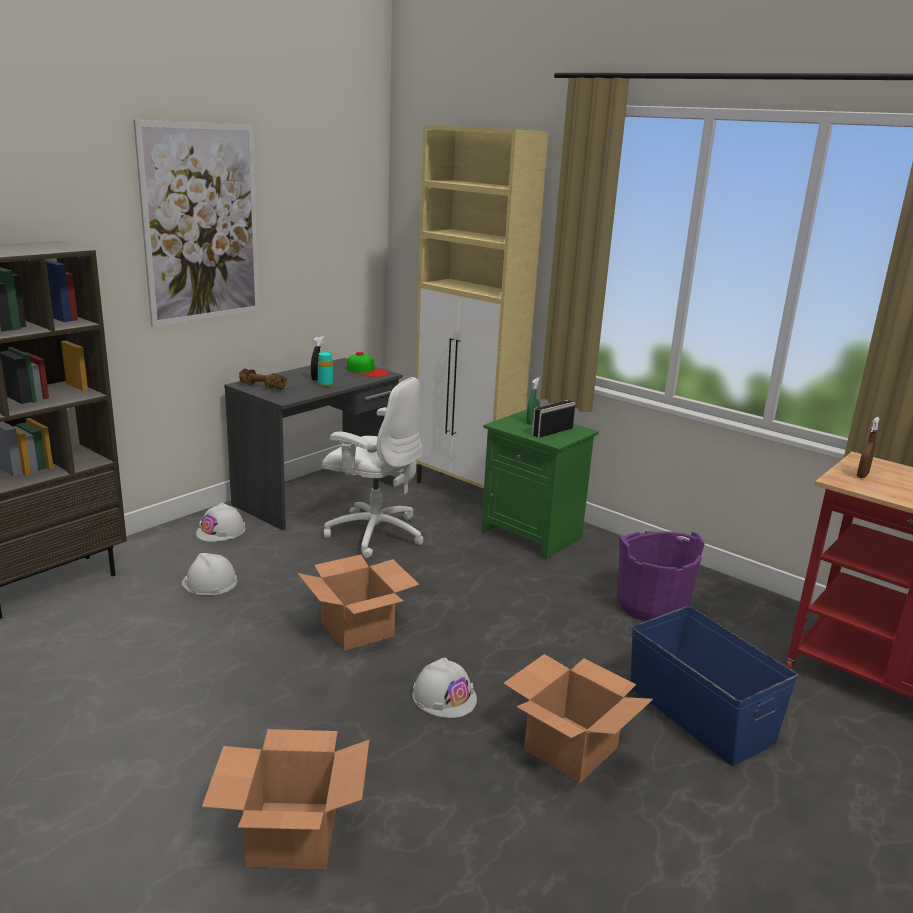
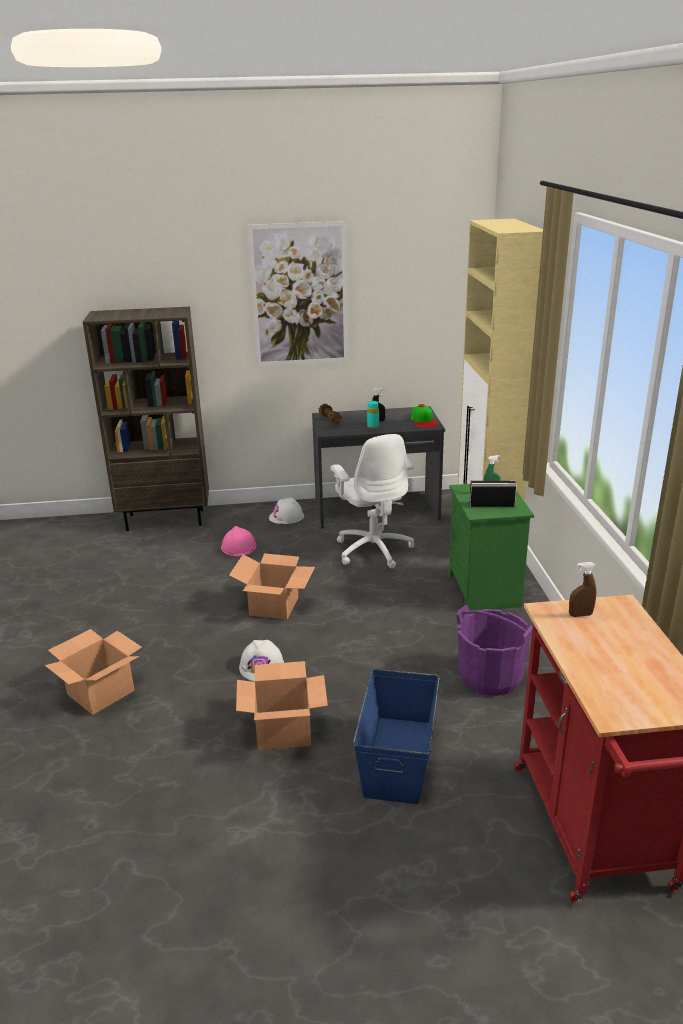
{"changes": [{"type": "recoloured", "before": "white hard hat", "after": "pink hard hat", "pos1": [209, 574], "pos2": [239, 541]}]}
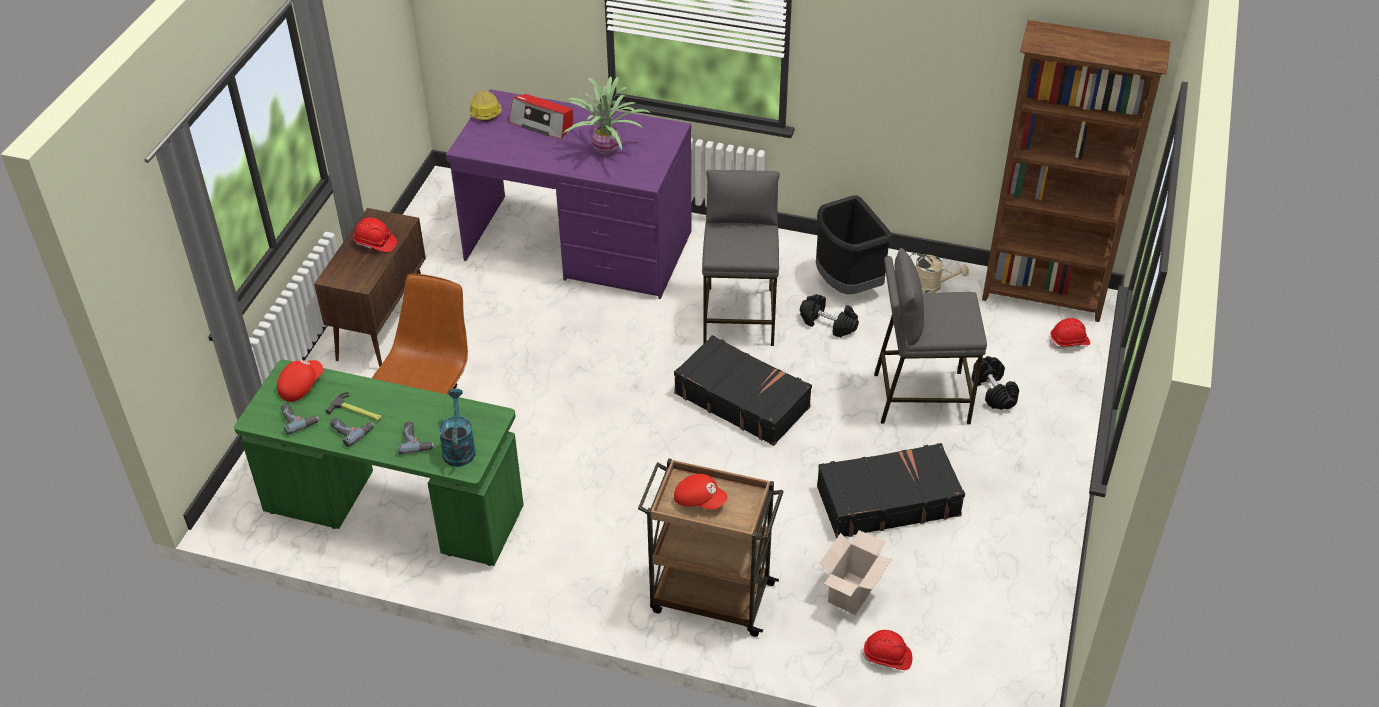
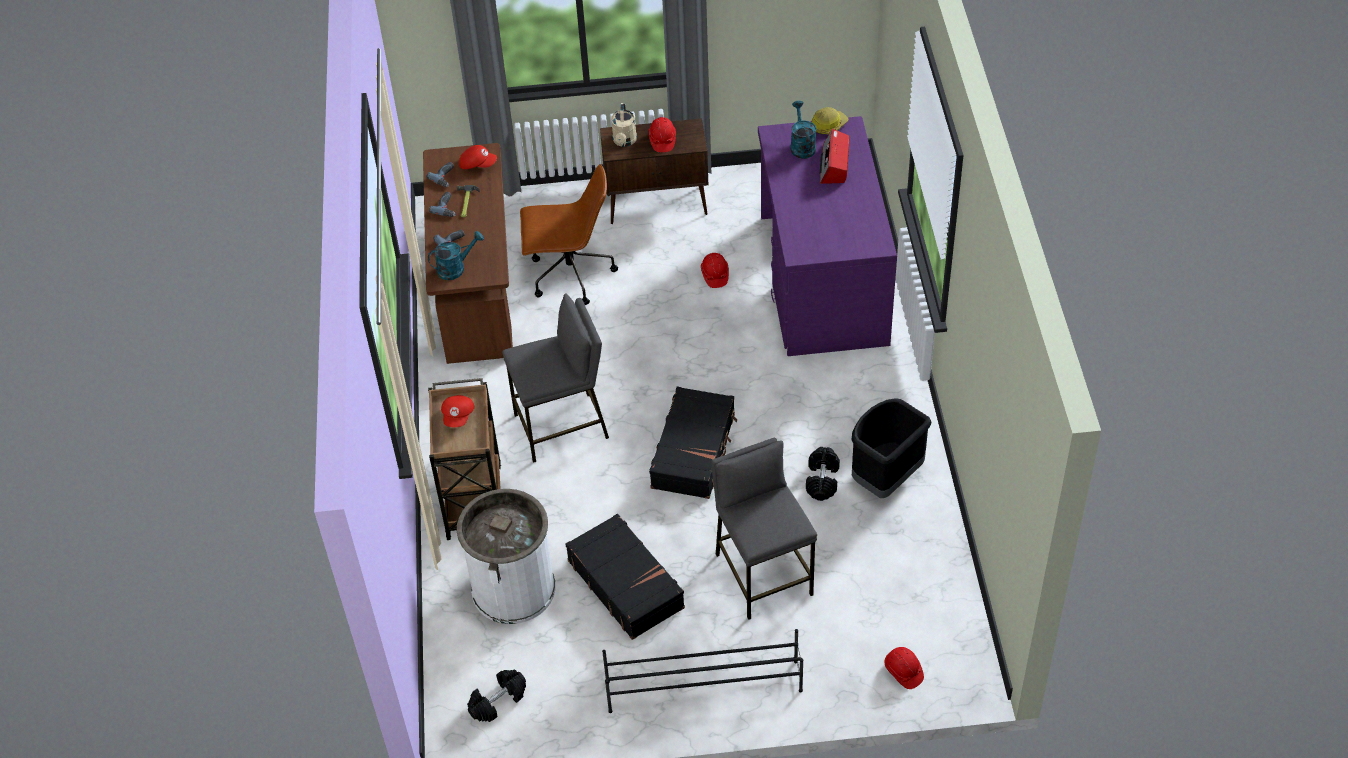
{"changes": [{"type": "recoloured", "before": "green desk", "after": "brown desk", "pos1": [379, 463], "pos2": [468, 253]}, {"type": "replaced", "before": "cardboard box", "after": "white trash can", "pos1": [856, 572], "pos2": [506, 556]}, {"type": "moved", "before": "black dumbbell", "pos1": [995, 383], "pos2": [496, 696]}, {"type": "moved", "before": "grey stool", "pos1": [741, 258], "pos2": [555, 378]}, {"type": "added", "after": "black shoe rack", "pos2": [702, 671]}, {"type": "moved", "before": "beige watering can", "pos1": [939, 273], "pos2": [624, 125]}, {"type": "moved", "before": "red hard hat", "pos1": [887, 650], "pos2": [715, 270]}, {"type": "added", "after": "turquoise watering can", "pos2": [803, 130]}, {"type": "removed", "before": "potted plant", "pos1": [607, 115]}, {"type": "removed", "before": "brown bookcase", "pos1": [1076, 171]}]}
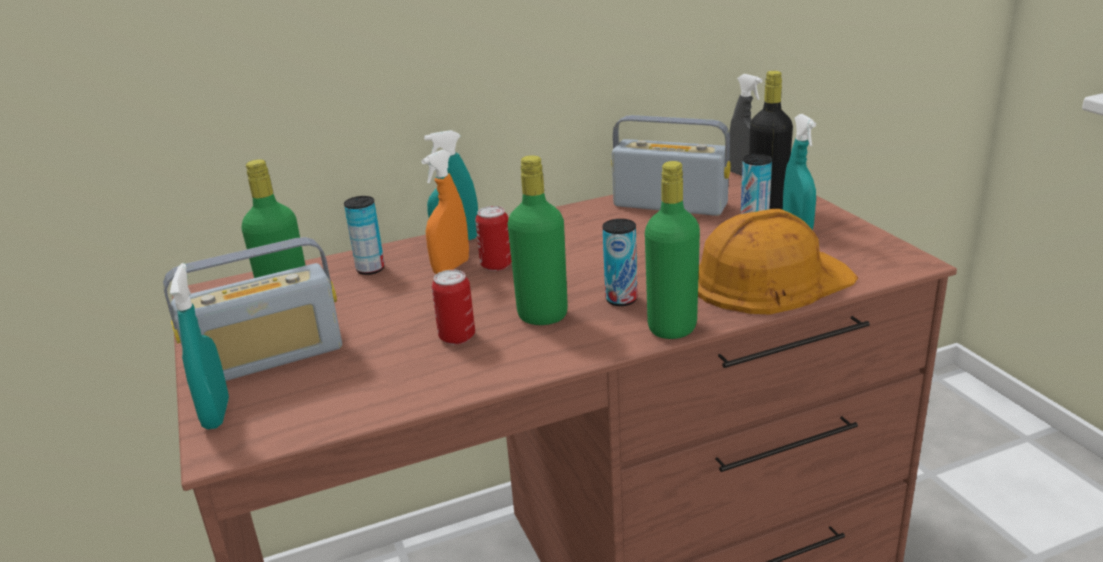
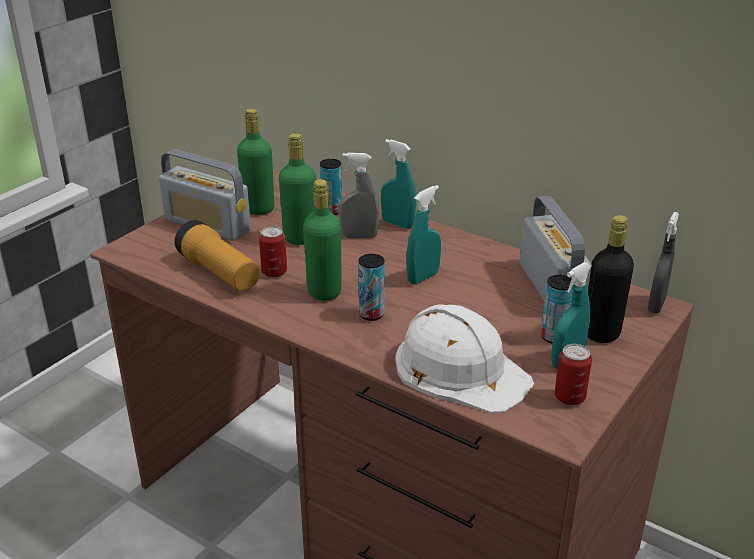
{"changes": [{"type": "added", "after": "flashlight", "pos2": [217, 255]}, {"type": "moved", "before": "green bottle", "pos1": [672, 250], "pos2": [297, 189]}, {"type": "recoloured", "before": "orange spray bottle", "after": "grey spray bottle", "pos1": [445, 212], "pos2": [359, 195]}, {"type": "recoloured", "before": "orange hard hat", "after": "white hard hat", "pos1": [778, 261], "pos2": [464, 359]}, {"type": "moved", "before": "turquoise spray bottle", "pos1": [199, 346], "pos2": [423, 234]}, {"type": "moved", "before": "can", "pos1": [493, 238], "pos2": [573, 375]}]}
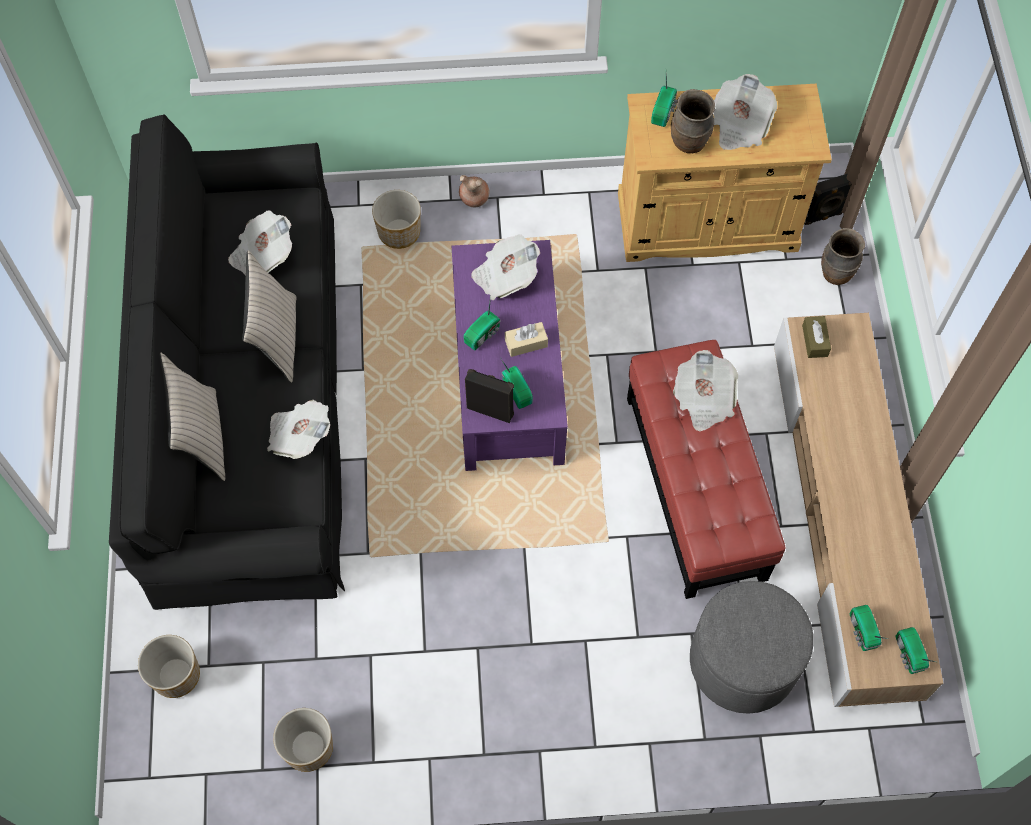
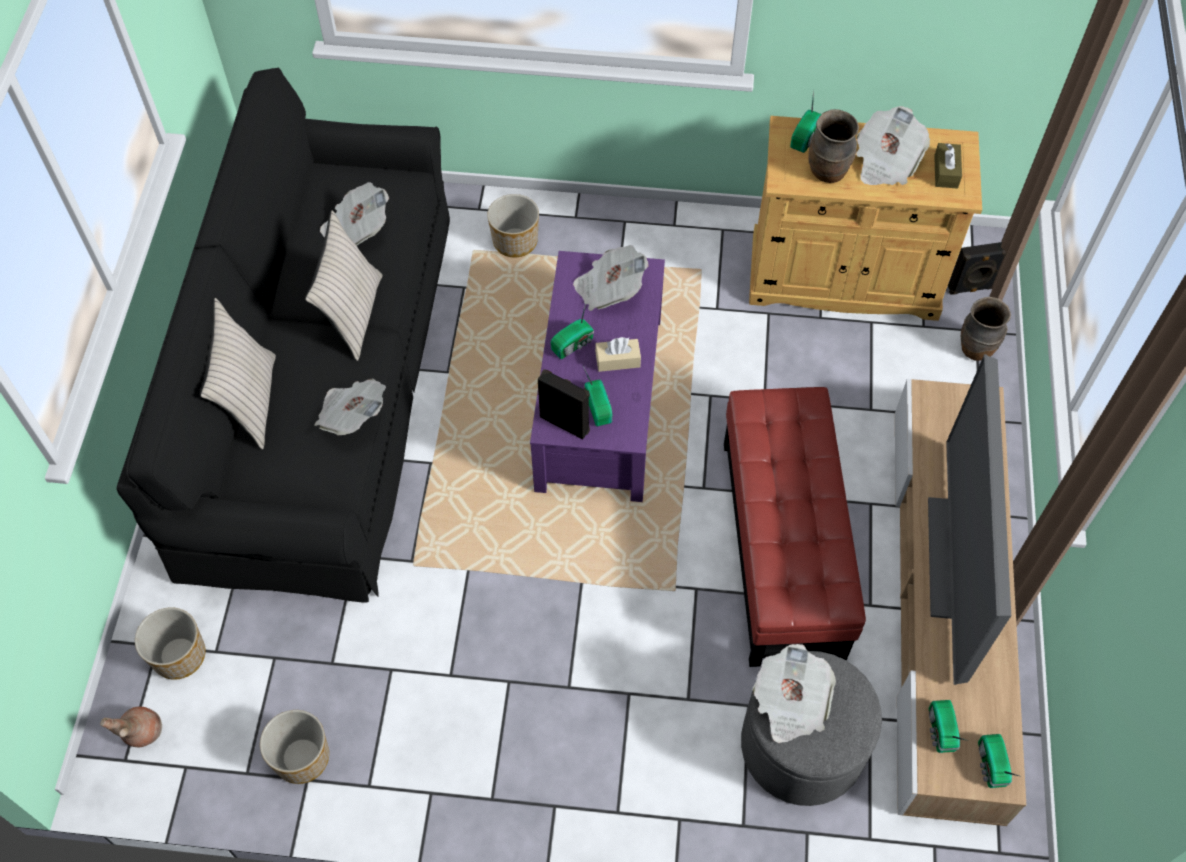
{"changes": [{"type": "moved", "before": "brown vase", "pos1": [474, 191], "pos2": [131, 727]}, {"type": "moved", "before": "newspaper", "pos1": [705, 391], "pos2": [794, 693]}, {"type": "added", "after": "television", "pos2": [969, 519]}, {"type": "moved", "before": "brown tissue box", "pos1": [816, 337], "pos2": [948, 166]}]}
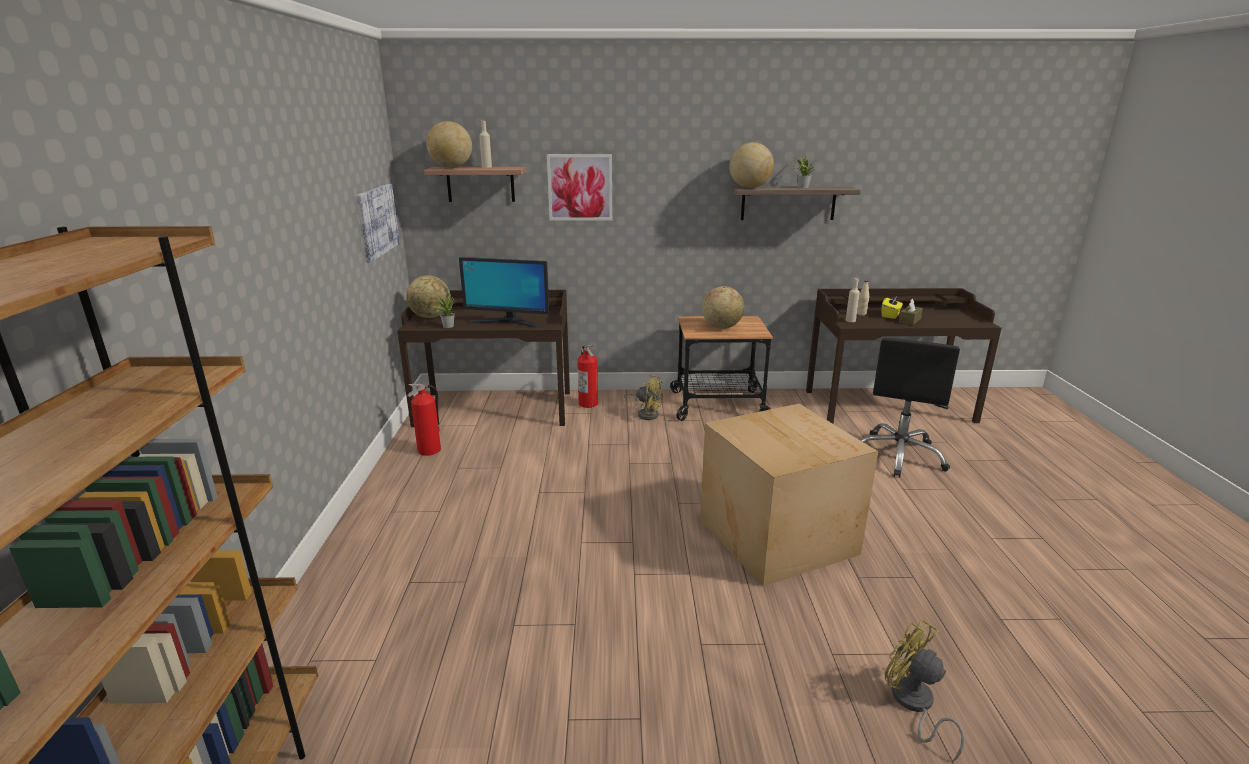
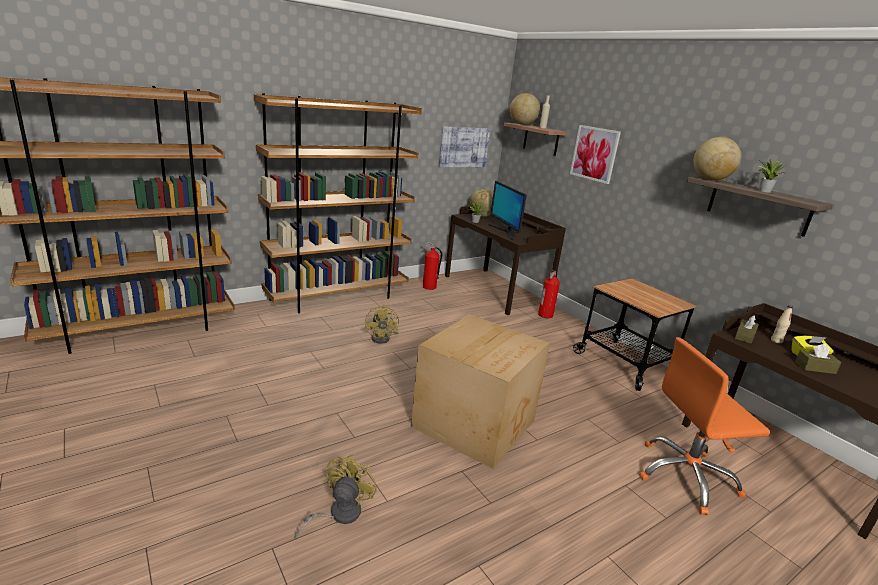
{"changes": [{"type": "added", "after": "brown bookcase", "pos2": [338, 203]}, {"type": "moved", "before": "yellow fan", "pos1": [643, 397], "pos2": [382, 324]}, {"type": "recoloured", "before": "black office chair", "after": "orange office chair", "pos1": [910, 408], "pos2": [704, 426]}, {"type": "replaced", "before": "beige bottle", "after": "brown tissue box", "pos1": [853, 300], "pos2": [747, 329]}, {"type": "removed", "before": "globe", "pos1": [723, 307]}]}
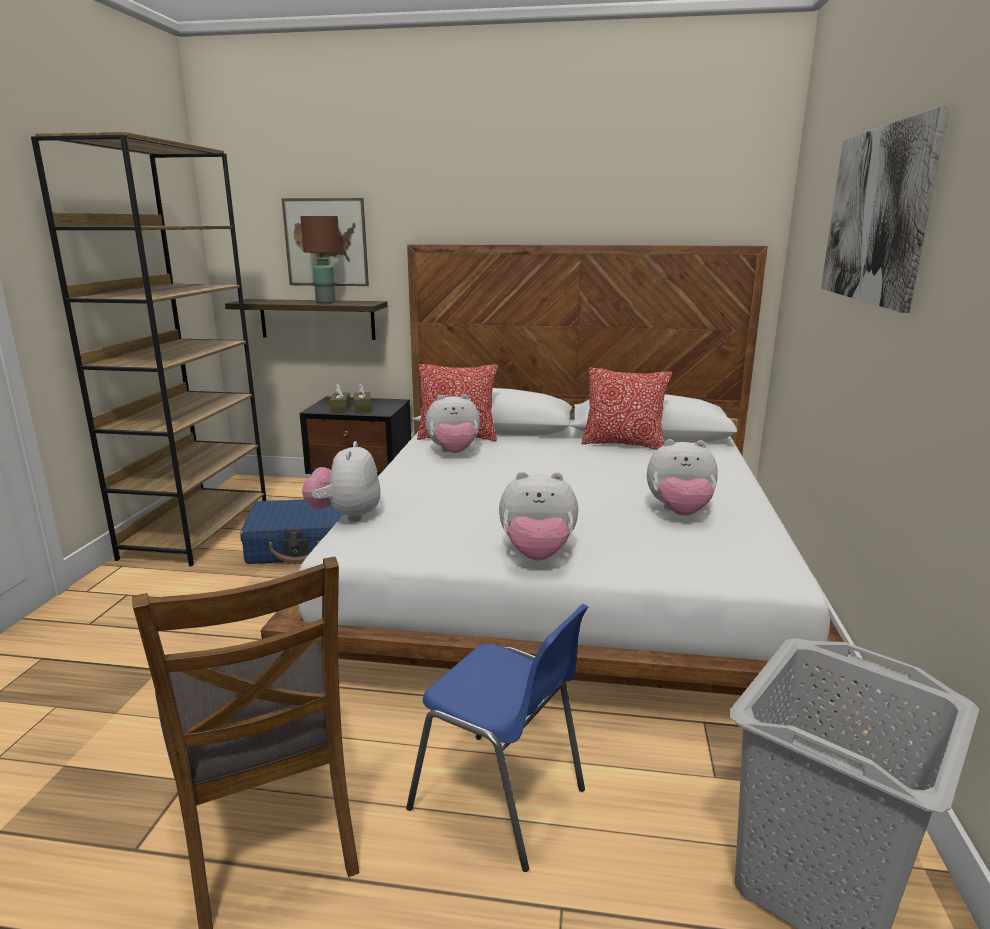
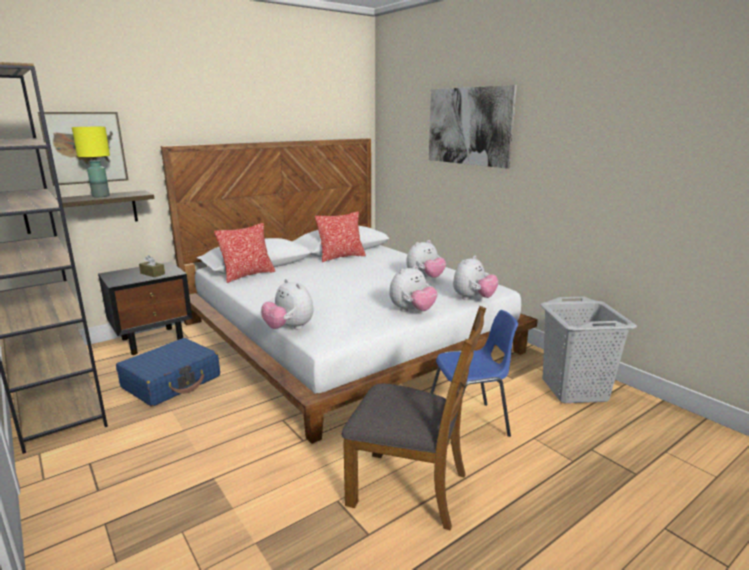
{"changes": [{"type": "recoloured", "before": "brown table lamp", "after": "yellow table lamp", "pos1": [320, 259], "pos2": [91, 162]}, {"type": "moved", "before": "plush toy", "pos1": [452, 423], "pos2": [475, 278]}, {"type": "removed", "before": "brown tissue box", "pos1": [339, 398]}]}
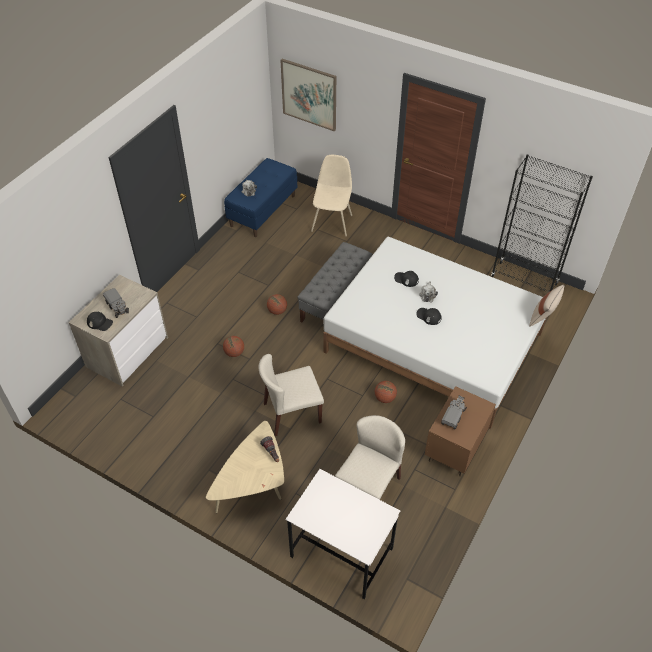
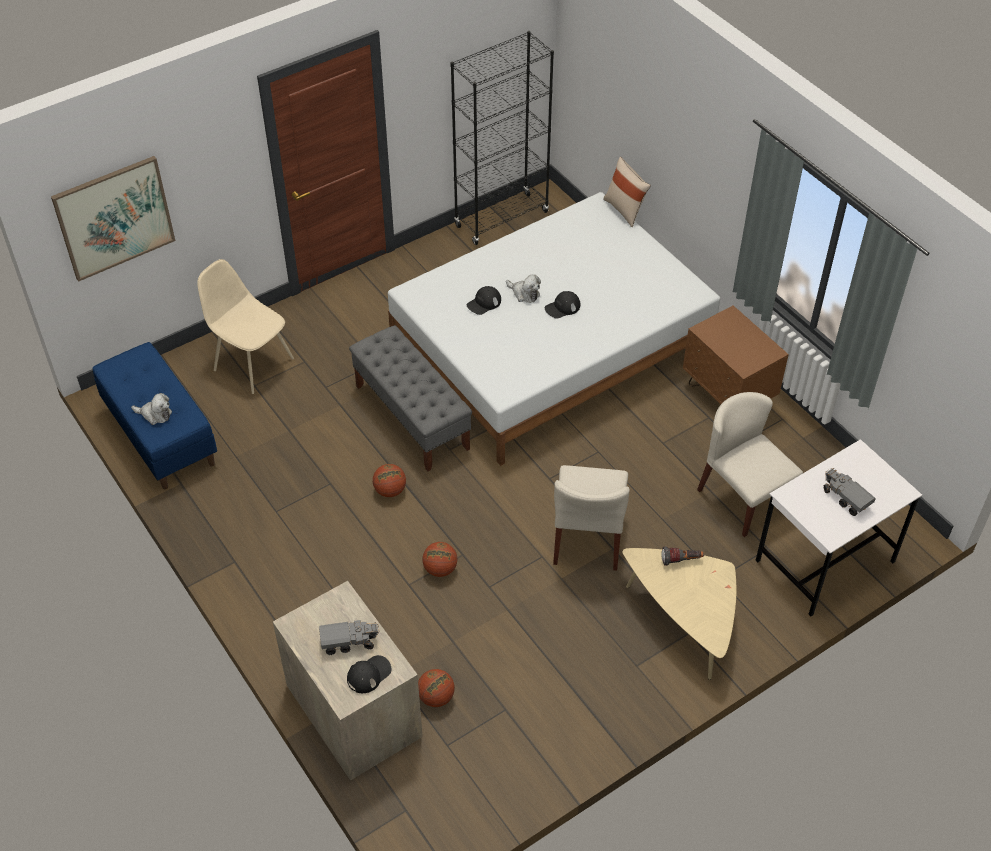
{"changes": [{"type": "moved", "before": "basketball", "pos1": [386, 392], "pos2": [436, 688]}, {"type": "moved", "before": "toy truck", "pos1": [454, 413], "pos2": [849, 492]}]}
